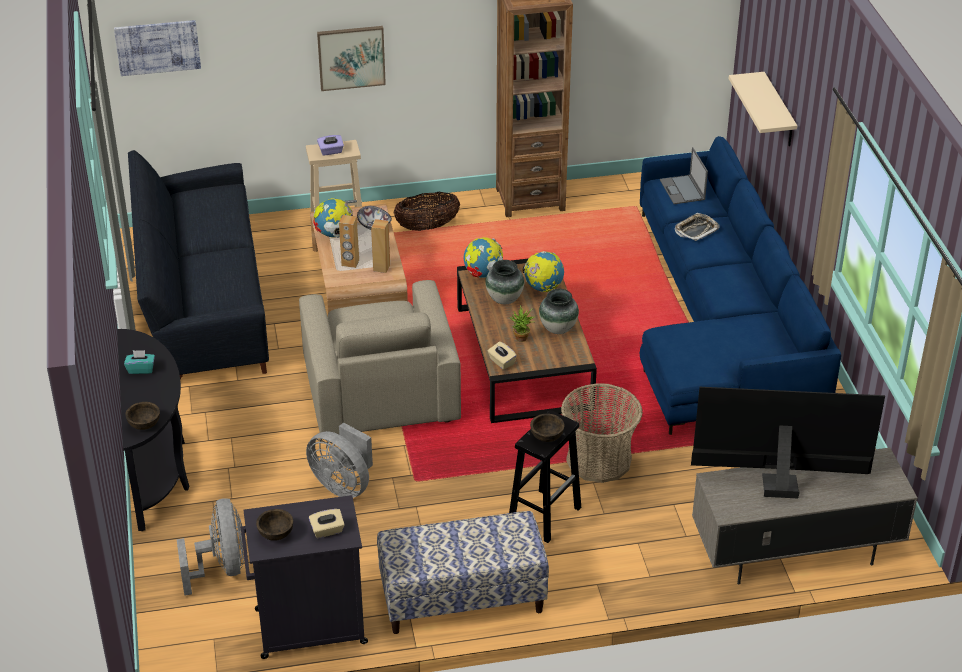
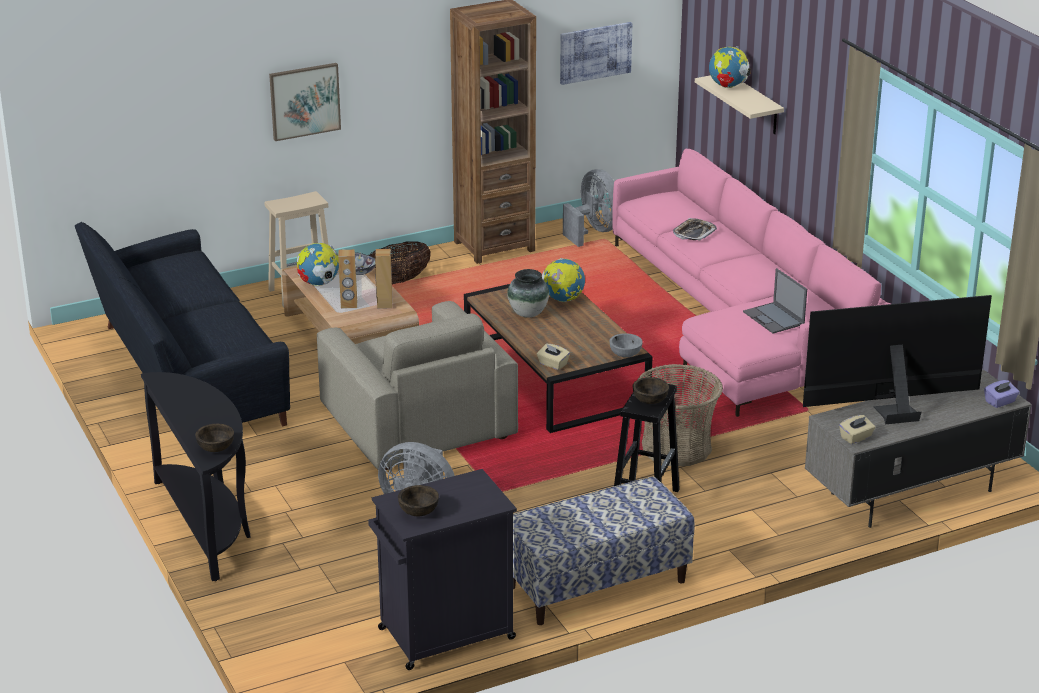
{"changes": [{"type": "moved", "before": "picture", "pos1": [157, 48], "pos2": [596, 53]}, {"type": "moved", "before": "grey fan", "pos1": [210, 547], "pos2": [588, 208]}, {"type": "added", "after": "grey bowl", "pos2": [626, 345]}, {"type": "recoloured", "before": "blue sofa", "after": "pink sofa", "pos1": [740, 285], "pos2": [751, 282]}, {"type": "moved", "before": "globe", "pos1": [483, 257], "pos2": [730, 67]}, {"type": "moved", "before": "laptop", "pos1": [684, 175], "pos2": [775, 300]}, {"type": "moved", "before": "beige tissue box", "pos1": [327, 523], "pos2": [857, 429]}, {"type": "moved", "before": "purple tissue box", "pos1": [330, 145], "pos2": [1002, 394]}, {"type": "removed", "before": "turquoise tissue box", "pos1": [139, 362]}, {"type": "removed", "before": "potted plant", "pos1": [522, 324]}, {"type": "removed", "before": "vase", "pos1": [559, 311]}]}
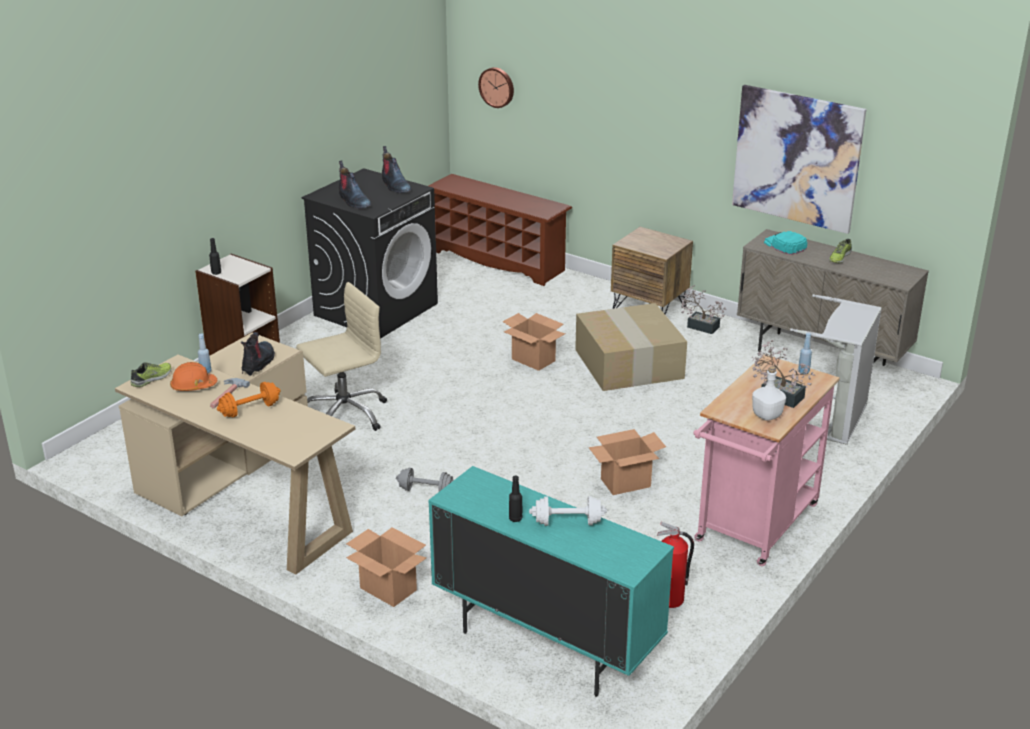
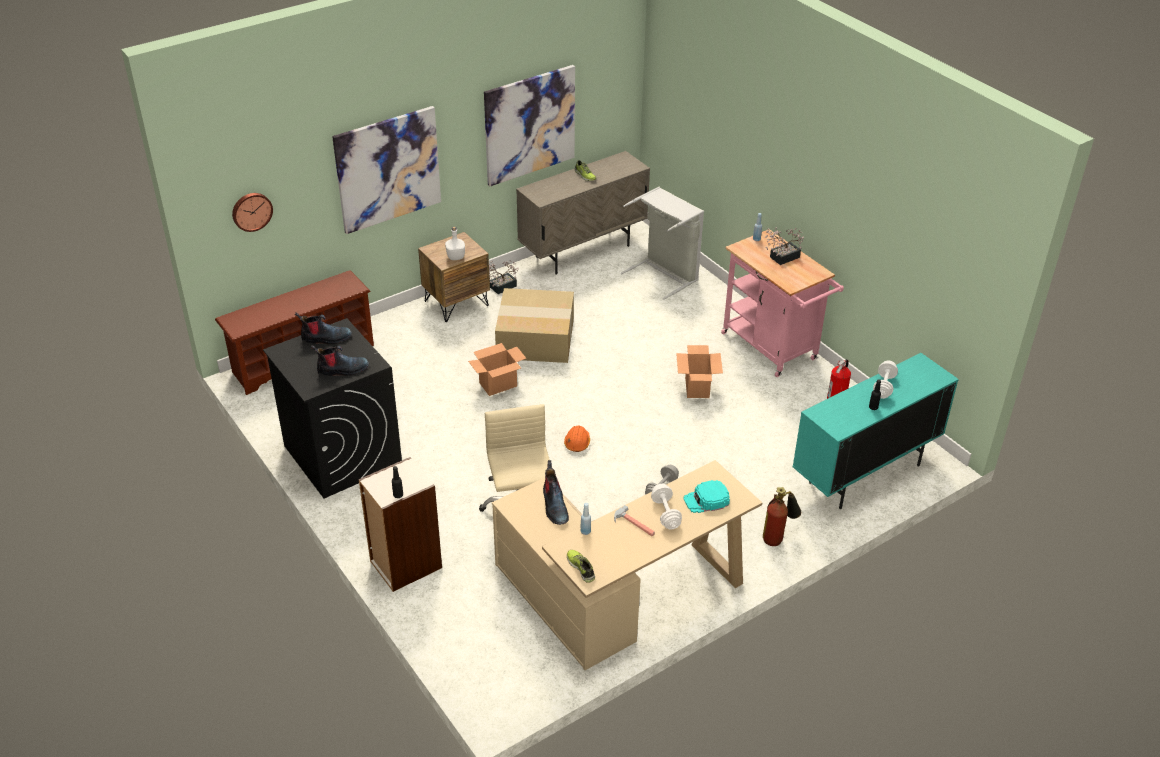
{"changes": [{"type": "added", "after": "picture", "pos2": [386, 170]}, {"type": "moved", "before": "white bottle", "pos1": [769, 393], "pos2": [455, 243]}, {"type": "turned", "before": "boot", "pos1": [258, 354], "pos2": [556, 492], "turn": -135}, {"type": "moved", "before": "orange hard hat", "pos1": [193, 376], "pos2": [577, 439]}, {"type": "recoloured", "before": "orange dumbbell", "after": "white dumbbell", "pos1": [249, 399], "pos2": [666, 506]}, {"type": "moved", "before": "turquoise cap", "pos1": [785, 243], "pos2": [706, 496]}, {"type": "replaced", "before": "cardboard box", "after": "fire extinguisher", "pos1": [386, 567], "pos2": [782, 516]}]}
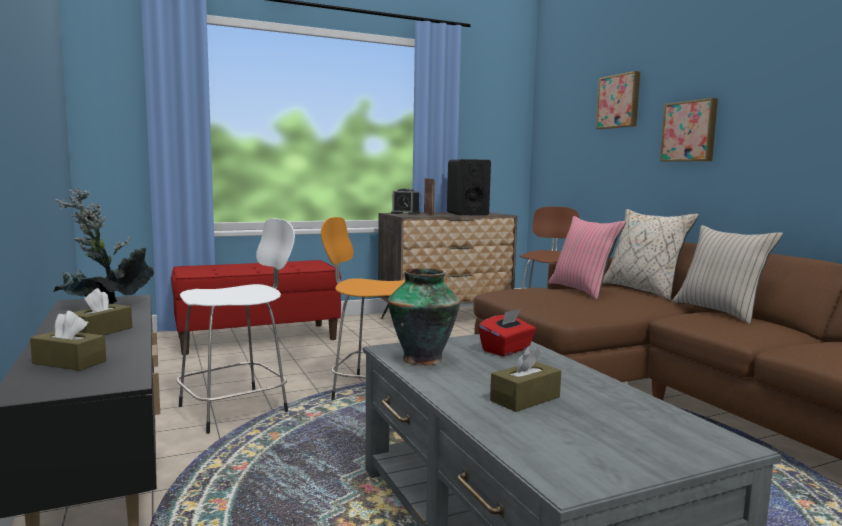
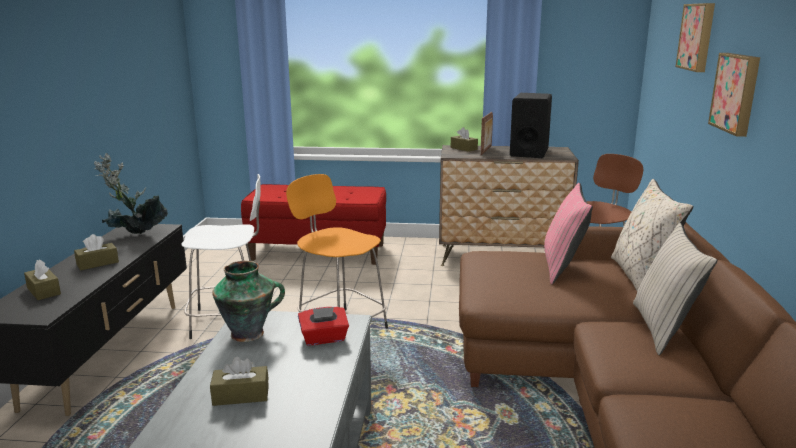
{"changes": [{"type": "replaced", "before": "alarm clock", "after": "brown tissue box", "pos1": [405, 201], "pos2": [464, 139]}]}
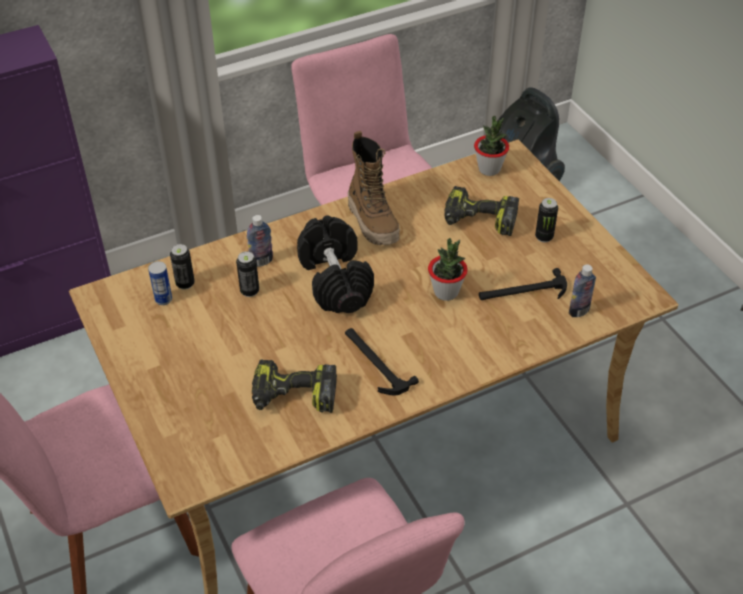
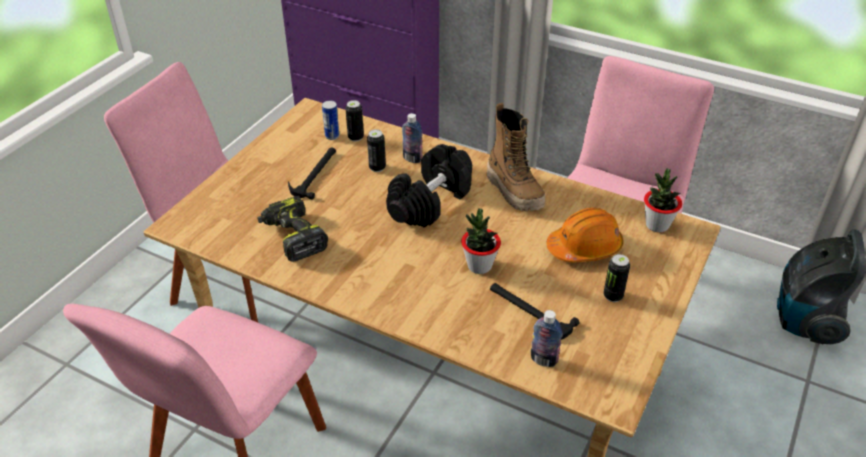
{"changes": [{"type": "moved", "before": "hammer", "pos1": [382, 362], "pos2": [312, 174]}, {"type": "turned", "before": "boot", "pos1": [373, 188], "pos2": [516, 157], "turn": -60}, {"type": "replaced", "before": "power drill", "after": "orange hard hat", "pos1": [481, 211], "pos2": [585, 235]}]}
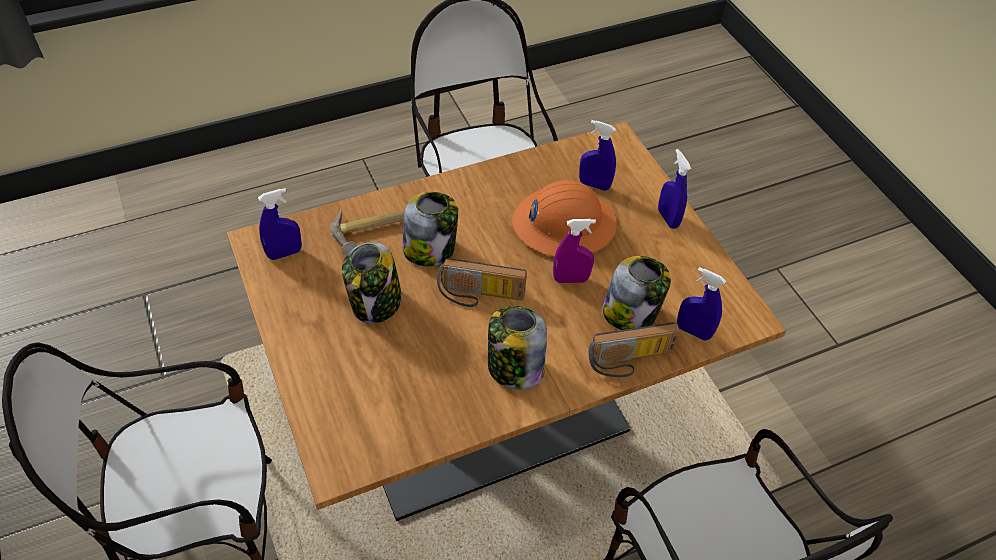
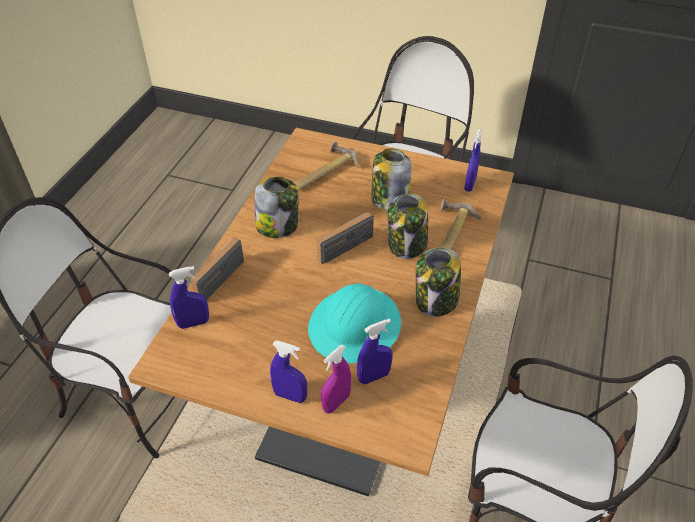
{"changes": [{"type": "added", "after": "hammer", "pos2": [326, 166]}, {"type": "recoloured", "before": "orange hard hat", "after": "turquoise hard hat", "pos1": [564, 218], "pos2": [354, 323]}, {"type": "moved", "before": "purple spray bottle", "pos1": [574, 251], "pos2": [336, 379]}, {"type": "moved", "before": "jar", "pos1": [636, 293], "pos2": [438, 282]}]}
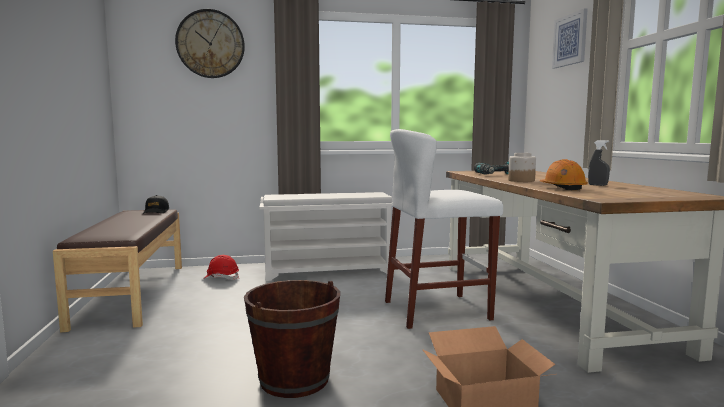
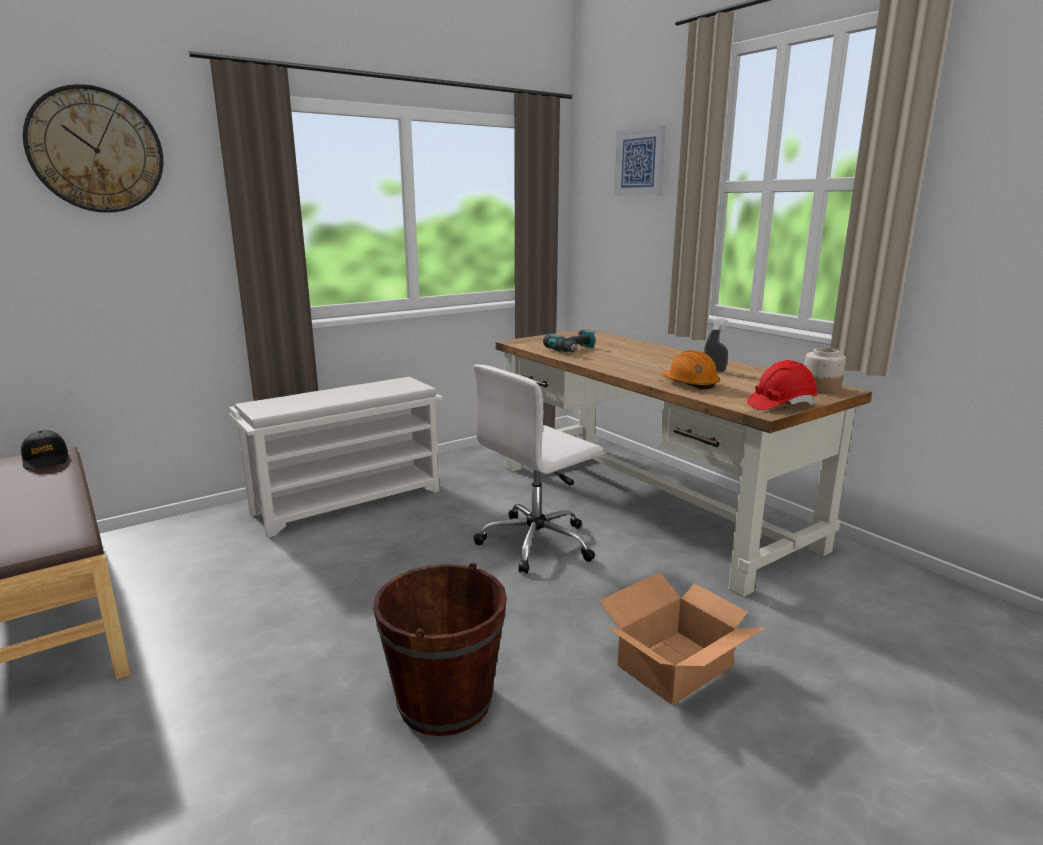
{"changes": [{"type": "replaced", "before": "white stool", "after": "white office chair", "pos1": [444, 229], "pos2": [538, 469]}, {"type": "moved", "before": "red hard hat", "pos1": [221, 267], "pos2": [782, 385]}, {"type": "moved", "before": "jar", "pos1": [522, 167], "pos2": [825, 371]}]}
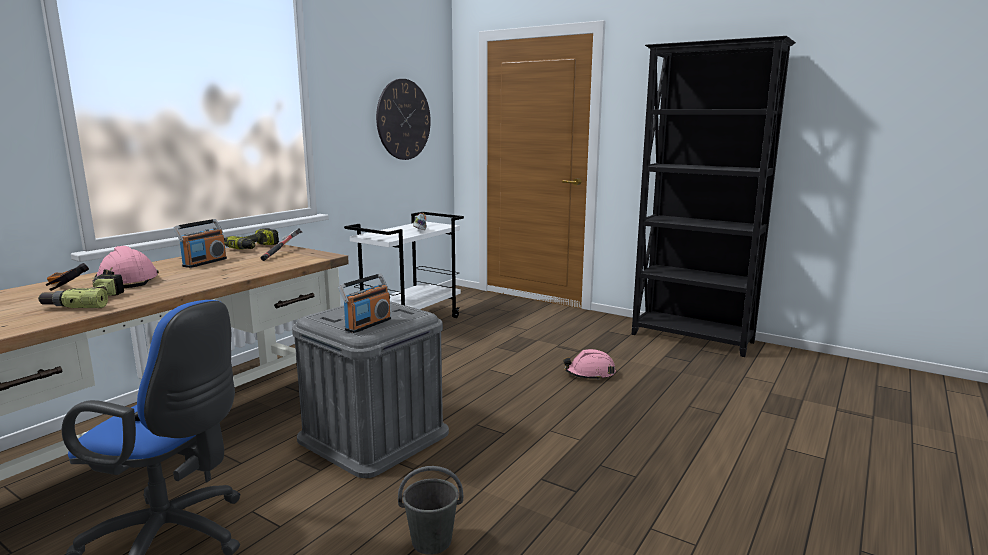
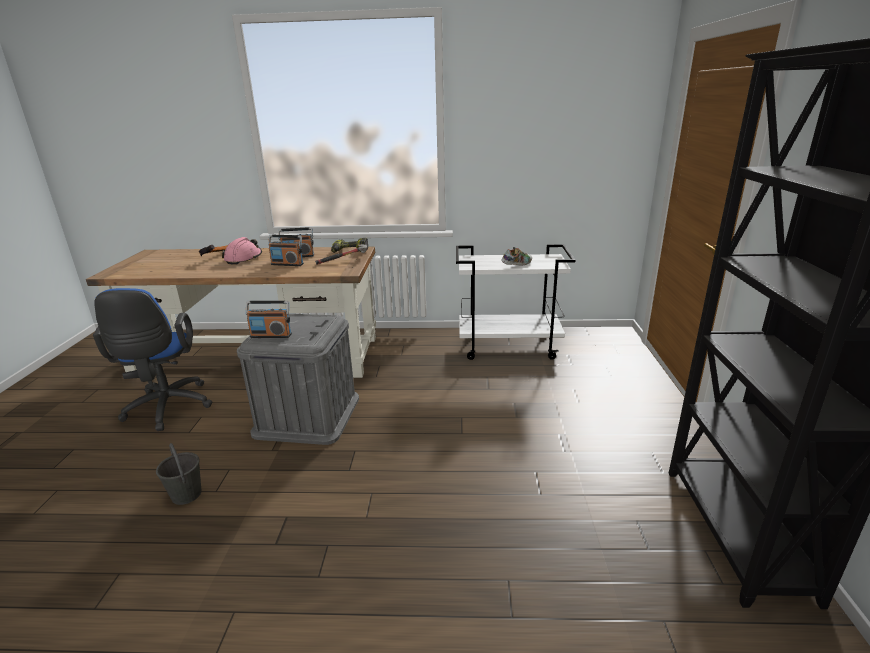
{"changes": [{"type": "added", "after": "radio", "pos2": [286, 250]}, {"type": "removed", "before": "power drill", "pos1": [81, 291]}, {"type": "removed", "before": "wall clock", "pos1": [403, 119]}, {"type": "removed", "before": "pink hard hat", "pos1": [589, 364]}]}
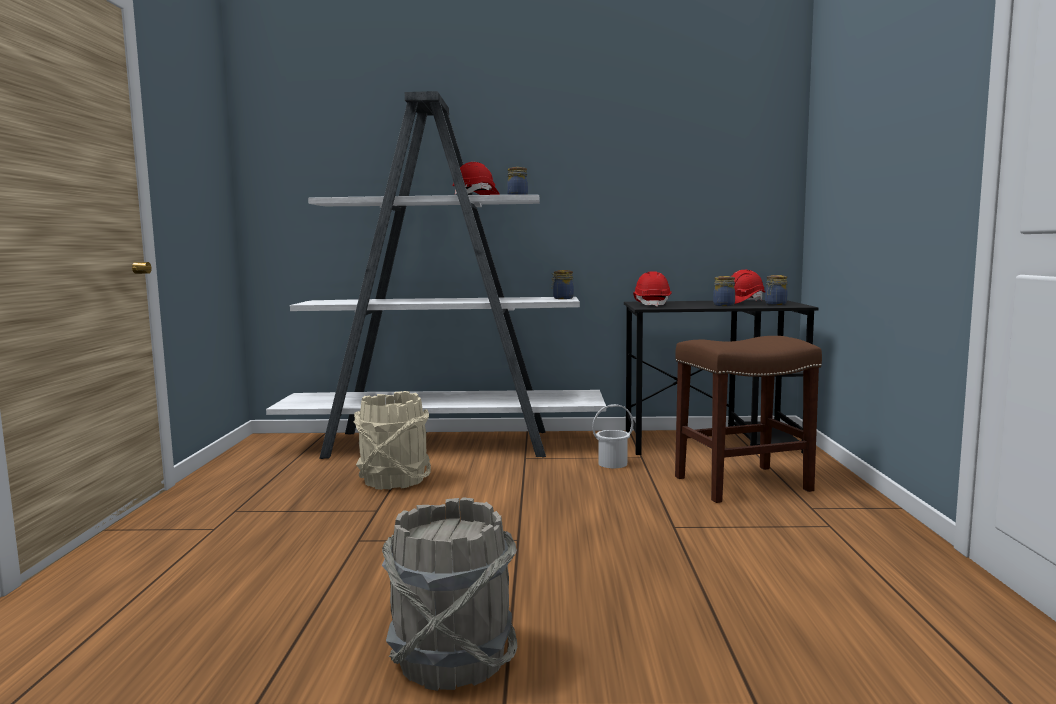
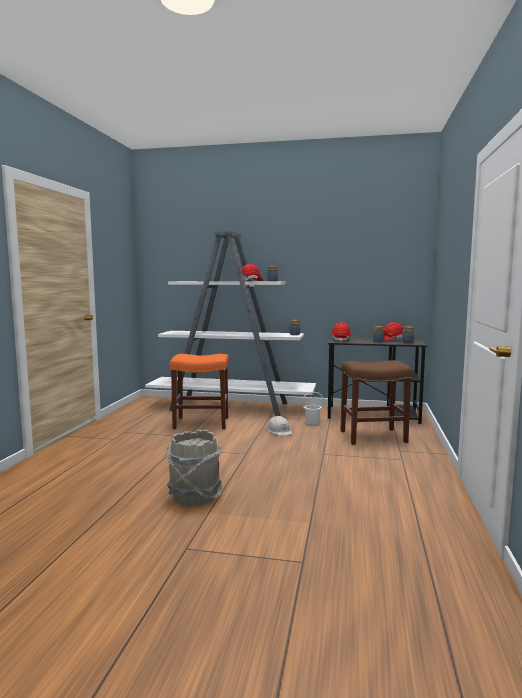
{"changes": [{"type": "replaced", "before": "beige bucket", "after": "orange stool", "pos1": [392, 440], "pos2": [199, 391]}, {"type": "added", "after": "white hard hat", "pos2": [279, 426]}]}
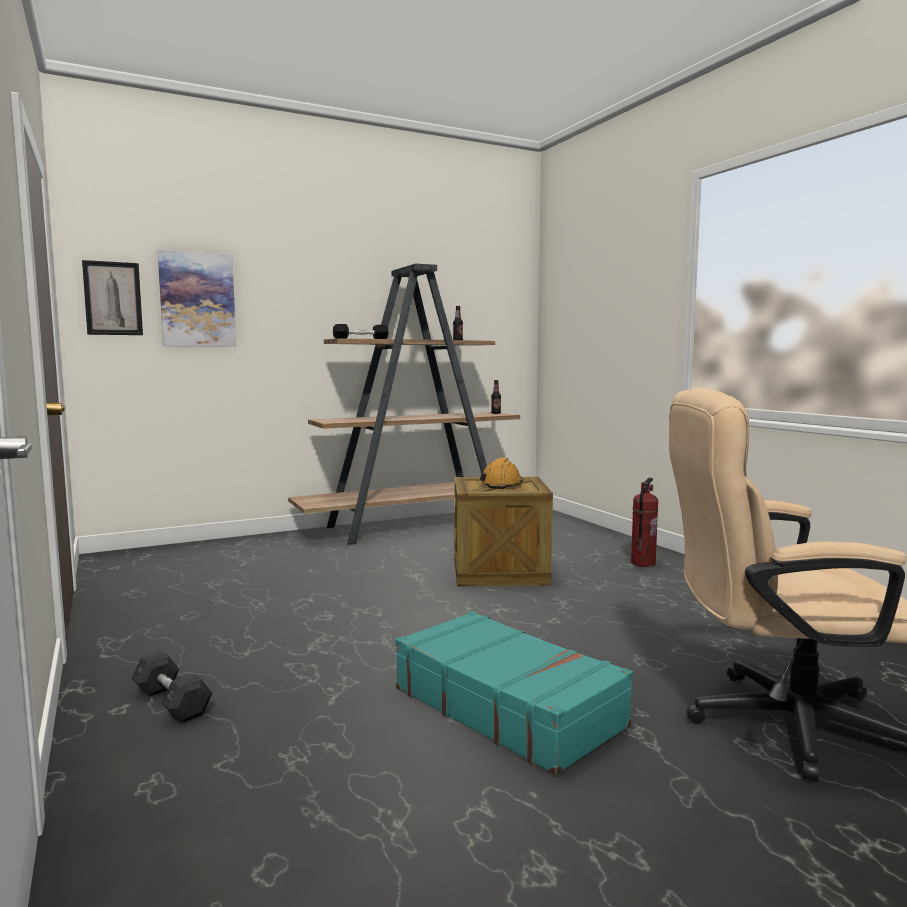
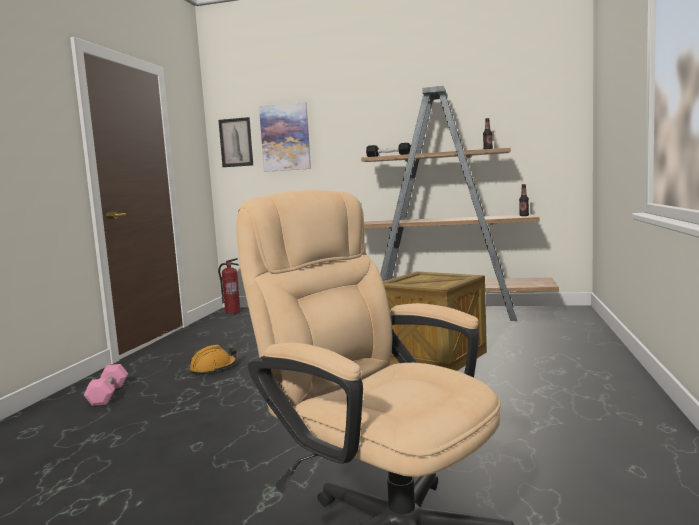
{"changes": [{"type": "recoloured", "before": "grey dumbbell", "after": "pink dumbbell", "pos1": [172, 687], "pos2": [106, 385]}, {"type": "moved", "before": "orange hard hat", "pos1": [501, 473], "pos2": [213, 360]}, {"type": "moved", "before": "fire extinguisher", "pos1": [644, 522], "pos2": [229, 286]}, {"type": "removed", "before": "turquoise suitcase", "pos1": [514, 693]}]}
